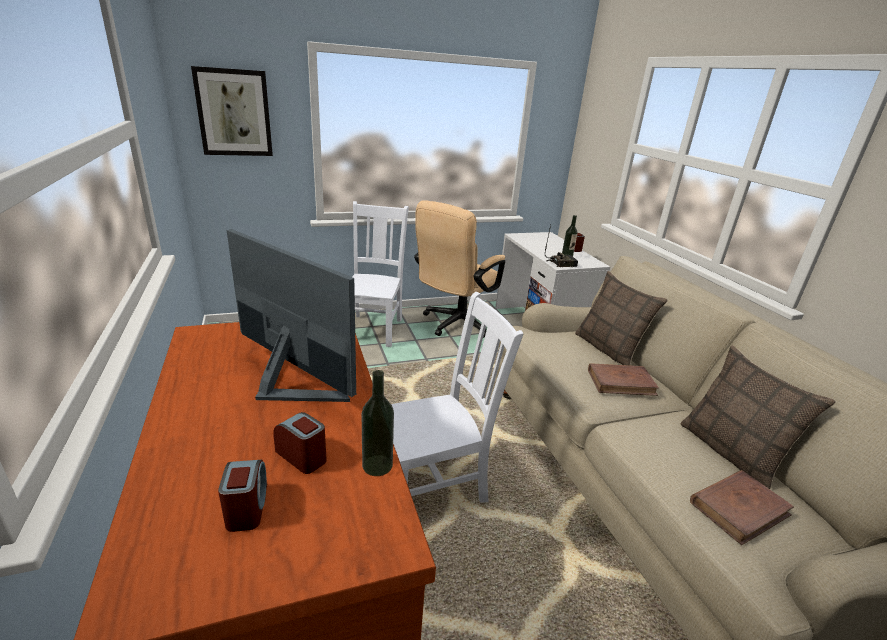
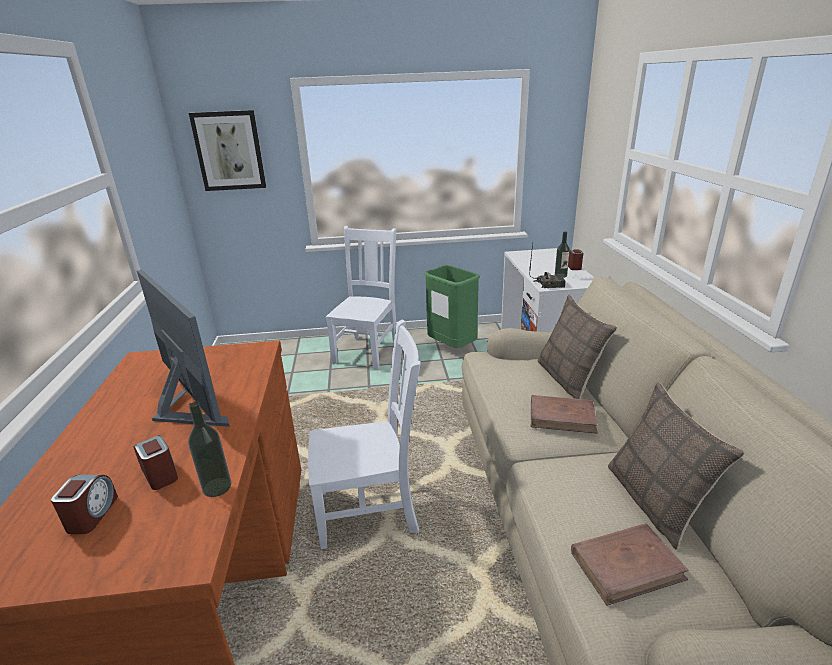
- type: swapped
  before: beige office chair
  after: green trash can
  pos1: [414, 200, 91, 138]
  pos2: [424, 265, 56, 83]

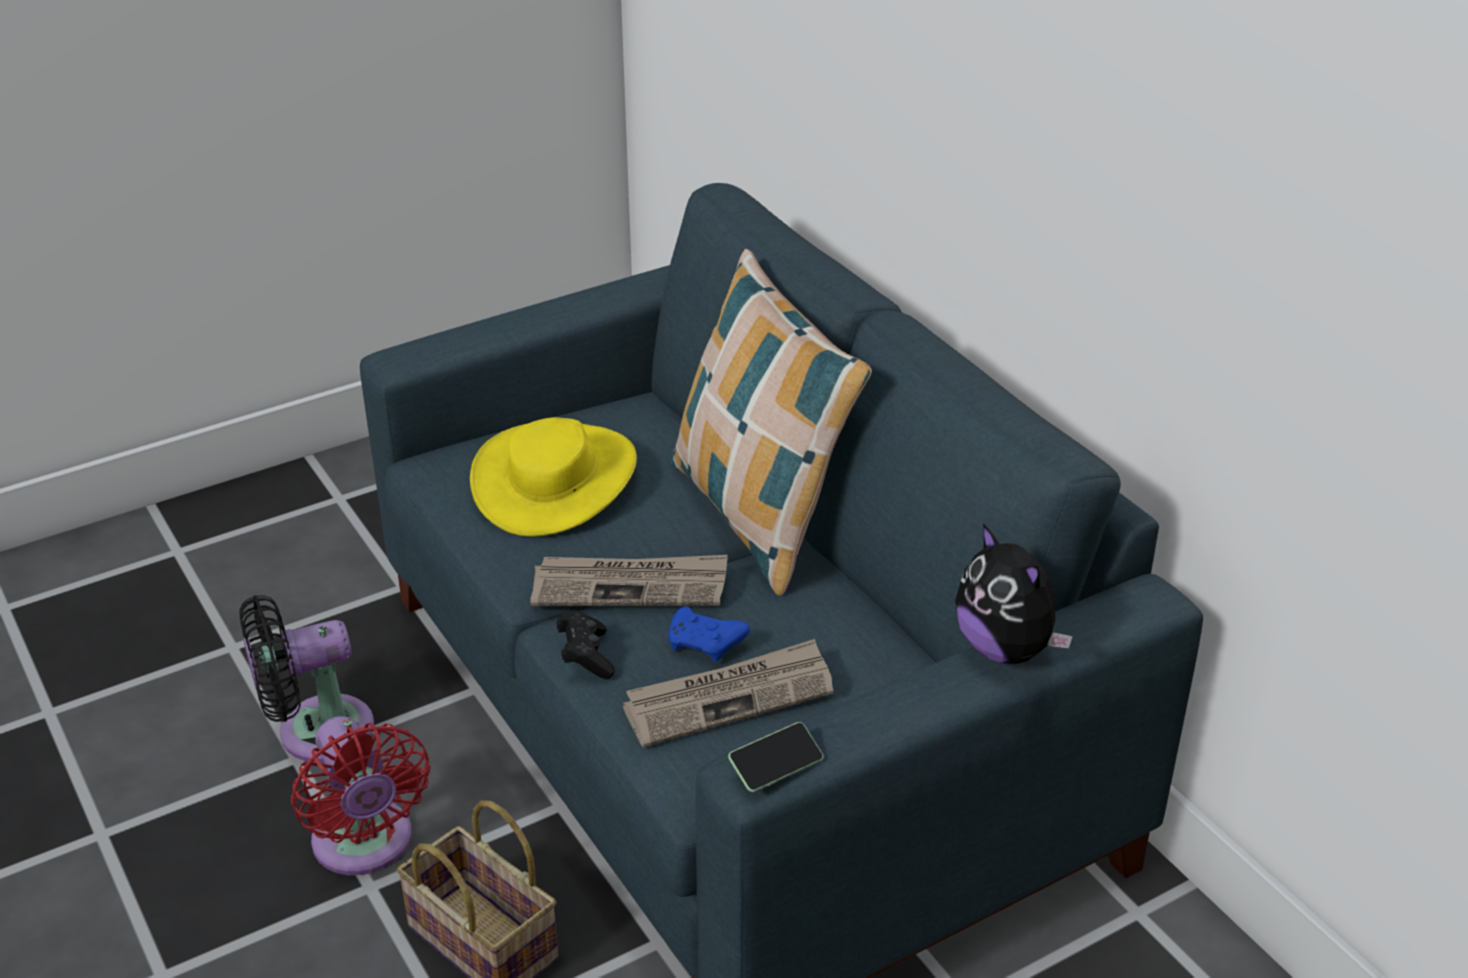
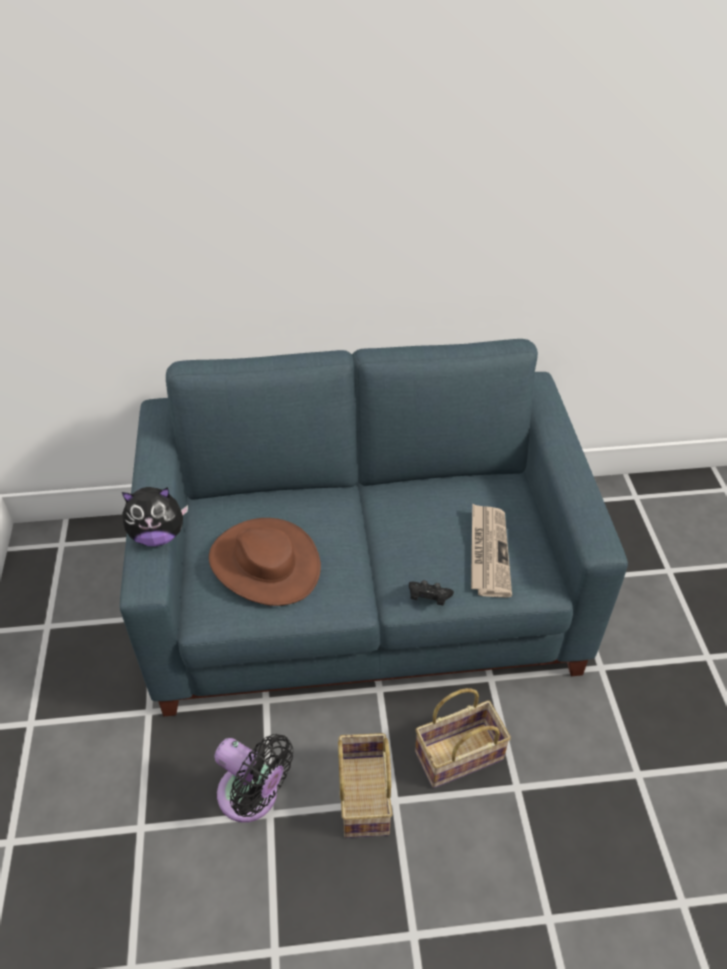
- type: shifted
  before: plush toy
  pos1: [955, 523, 118, 141]
  pos2: [122, 487, 66, 59]
- type: repainted
  before: yellow hat
  after: brown hat
  pos1: [470, 417, 167, 120]
  pos2: [209, 518, 112, 88]
- type: rotated
  before: black fan
  pos1: [239, 595, 135, 167]
  pos2: [214, 734, 79, 88]
  turn: -60
- type: swapped
  before: red fan
  after: basket
  pos1: [291, 716, 139, 159]
  pos2: [338, 733, 54, 105]
- type: gone
  before: newspaper
  pos1: [530, 555, 198, 51]
- type: gone
  before: blue game controller
  pos1: [669, 607, 81, 55]
- type: gone
  before: pillow
  pos1: [670, 249, 202, 347]
- type: gone
  before: phone
  pos1: [728, 722, 96, 70]

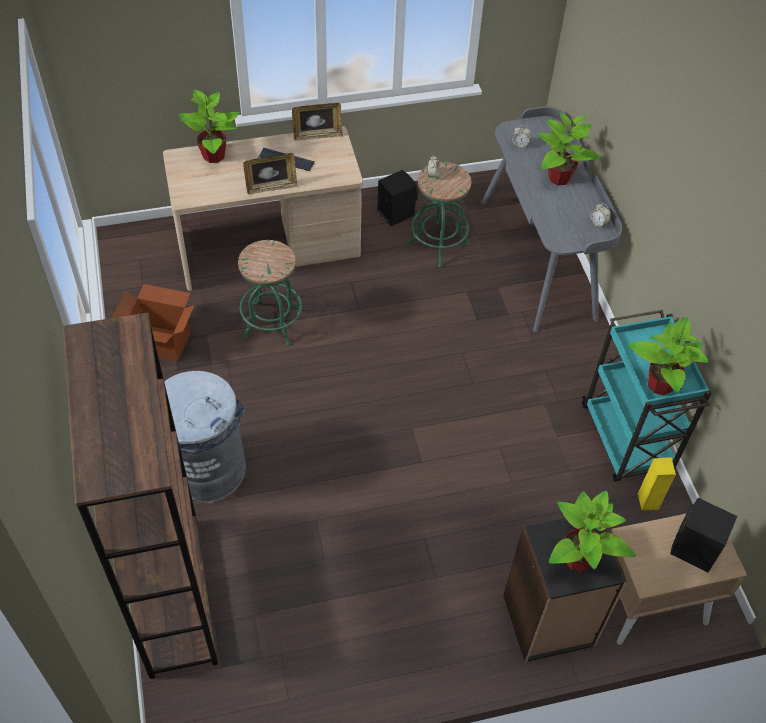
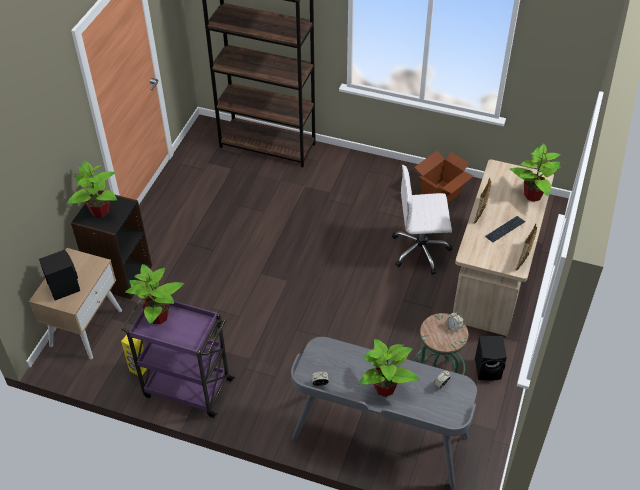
- type: repainted
  before: turquoise cart
  after: purple cart
  pos1: [582, 310, 129, 172]
  pos2: [121, 294, 114, 124]
- type: swapped
  before: green stool
  after: white office chair
  pos1: [238, 240, 64, 106]
  pos2: [392, 165, 61, 110]
- type: gone
  before: grey trash can
  pos1: [164, 371, 82, 132]

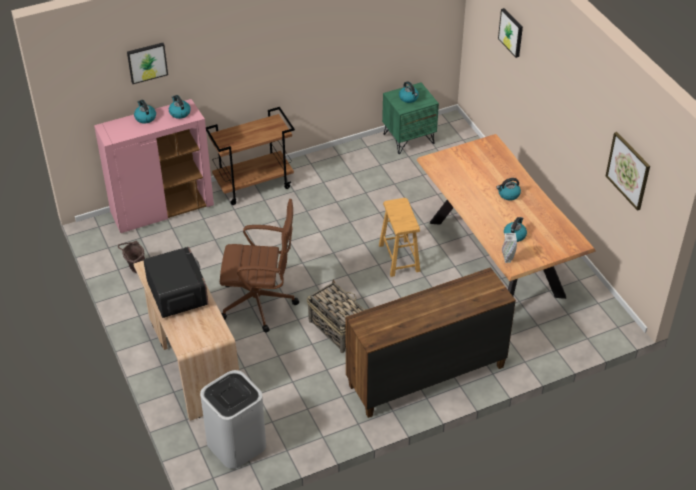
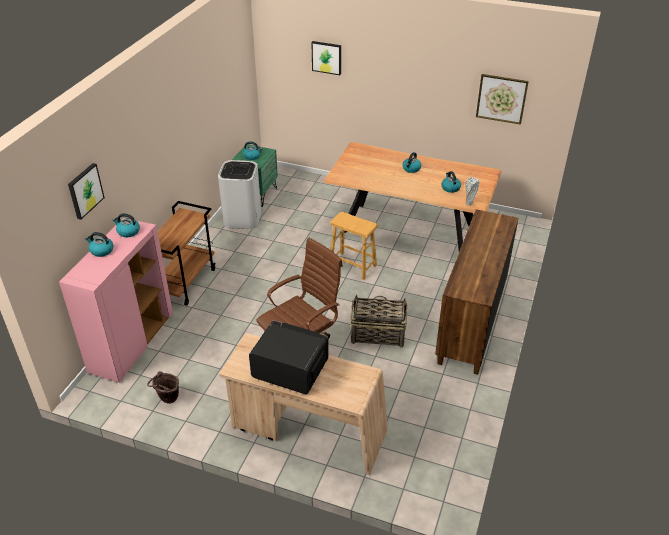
- type: shifted
  before: white trash can
  pos1: [200, 370, 66, 99]
  pos2: [218, 160, 43, 69]

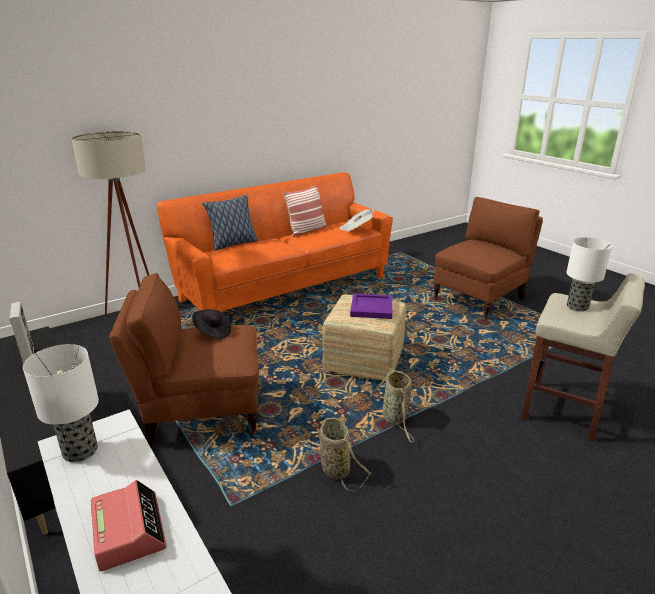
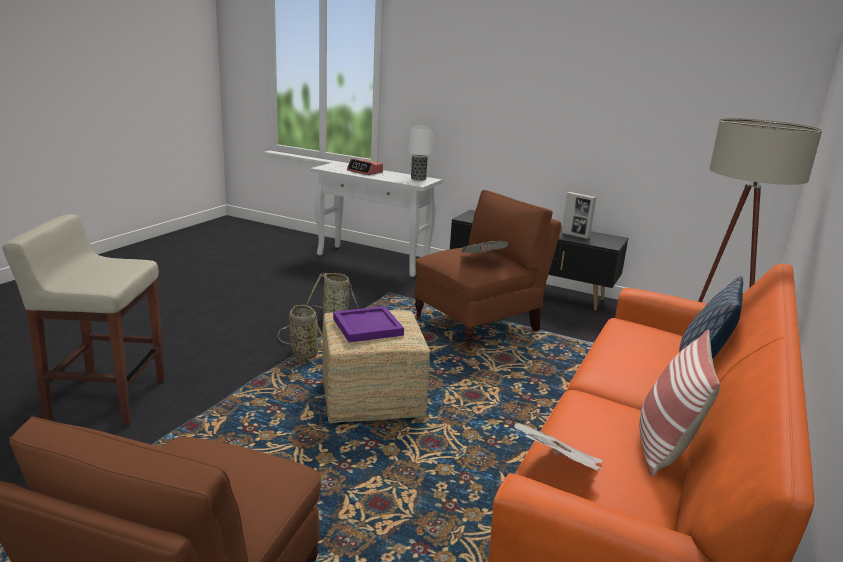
- type: swapped
  before: black hat
  after: newspaper
  pos1: [192, 309, 39, 30]
  pos2: [461, 241, 48, 12]
- type: gone
  before: table lamp
  pos1: [566, 237, 46, 75]

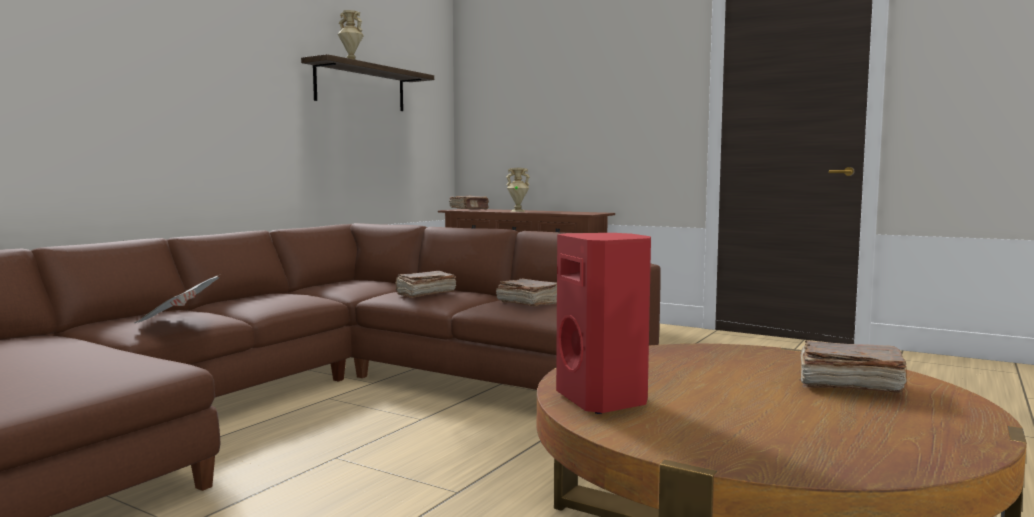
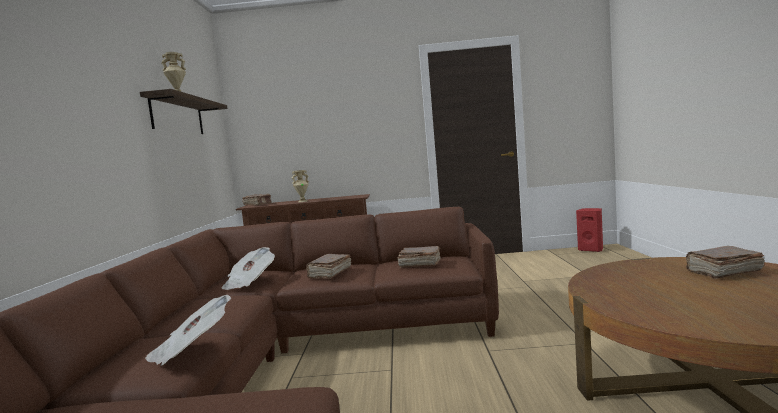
- type: new
  after: newspaper
  pos2: [222, 247, 53, 43]
- type: shifted
  before: red speaker
  pos1: [556, 233, 95, 181]
  pos2: [576, 208, 27, 44]

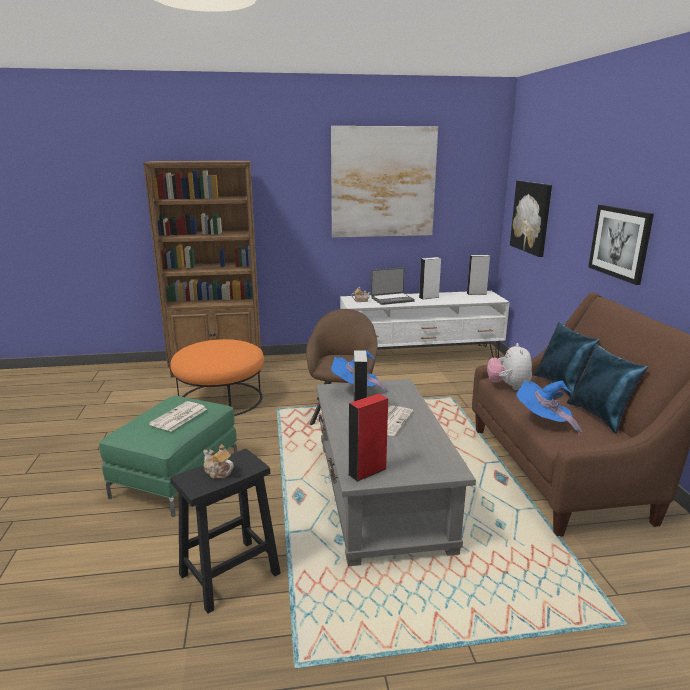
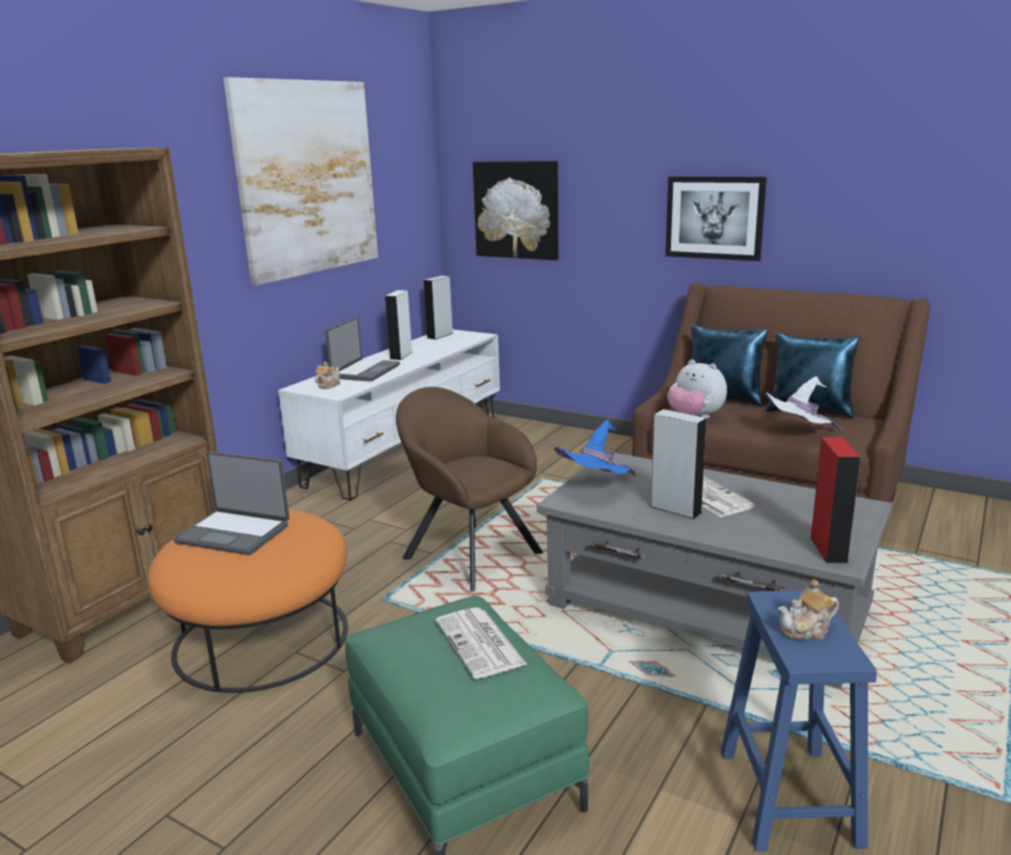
- type: new
  after: laptop
  pos2: [173, 451, 116, 104]
- type: repainted
  before: black stool
  after: blue stool
  pos1: [170, 449, 111, 165]
  pos2: [721, 590, 156, 261]
- type: repainted
  before: blue hat
  after: white hat
  pos1: [516, 381, 66, 54]
  pos2: [765, 376, 77, 56]

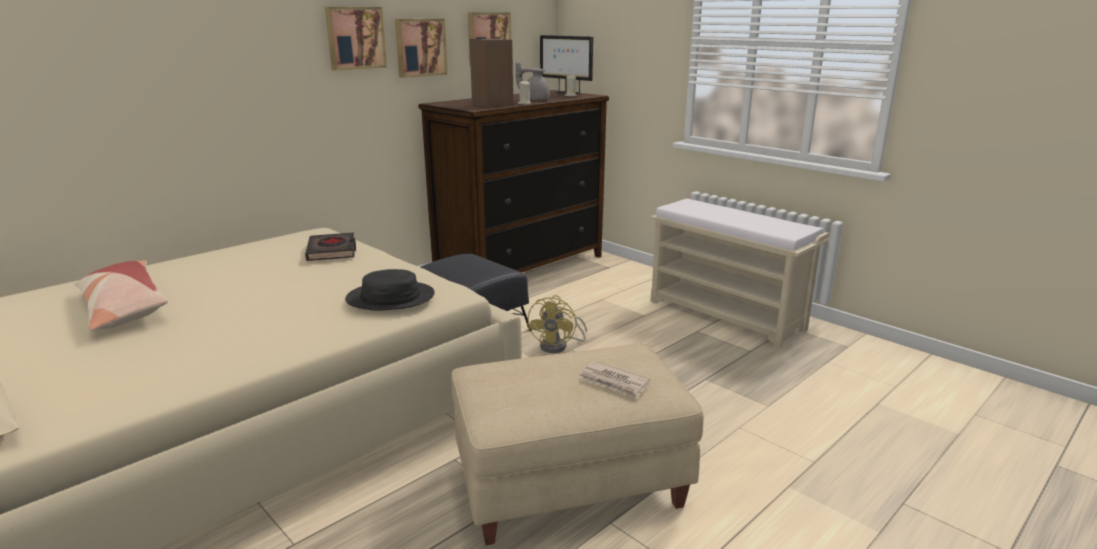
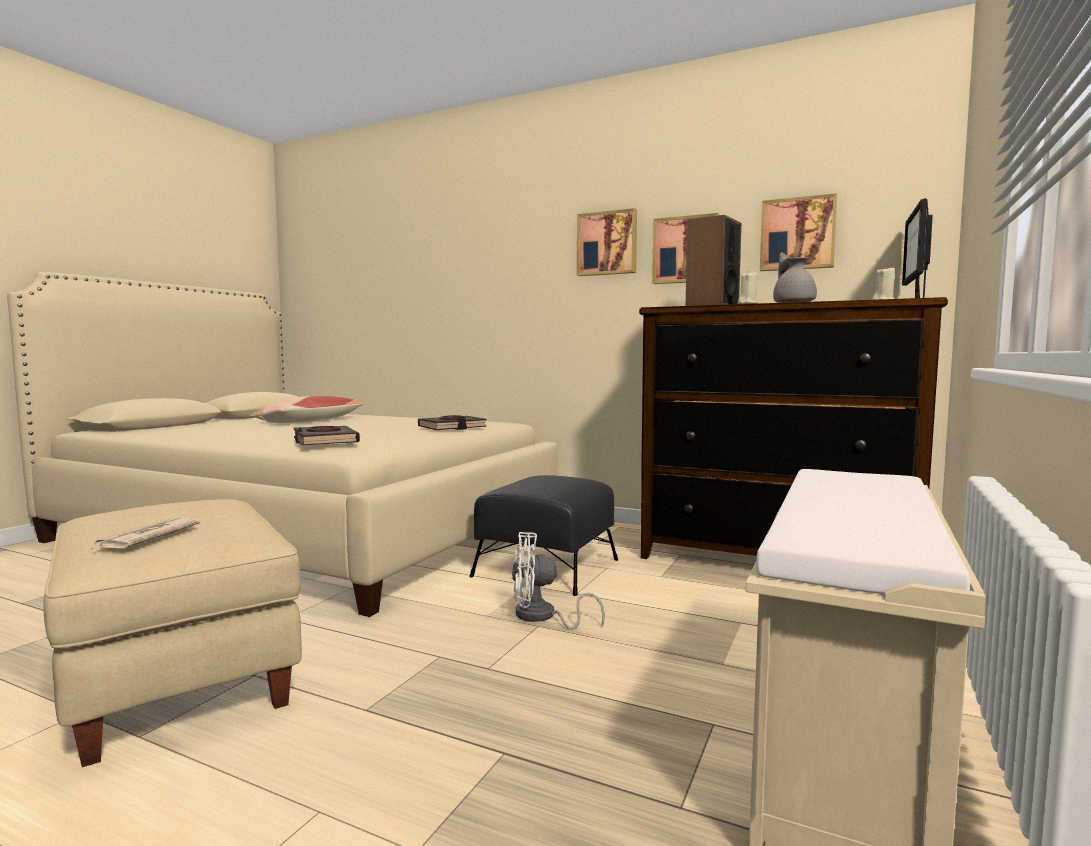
- type: swapped
  before: black hat
  after: black book
  pos1: [345, 269, 90, 42]
  pos2: [294, 426, 66, 19]
- type: repainted
  before: yellow fan
  after: white fan
  pos1: [528, 295, 59, 58]
  pos2: [511, 532, 94, 98]

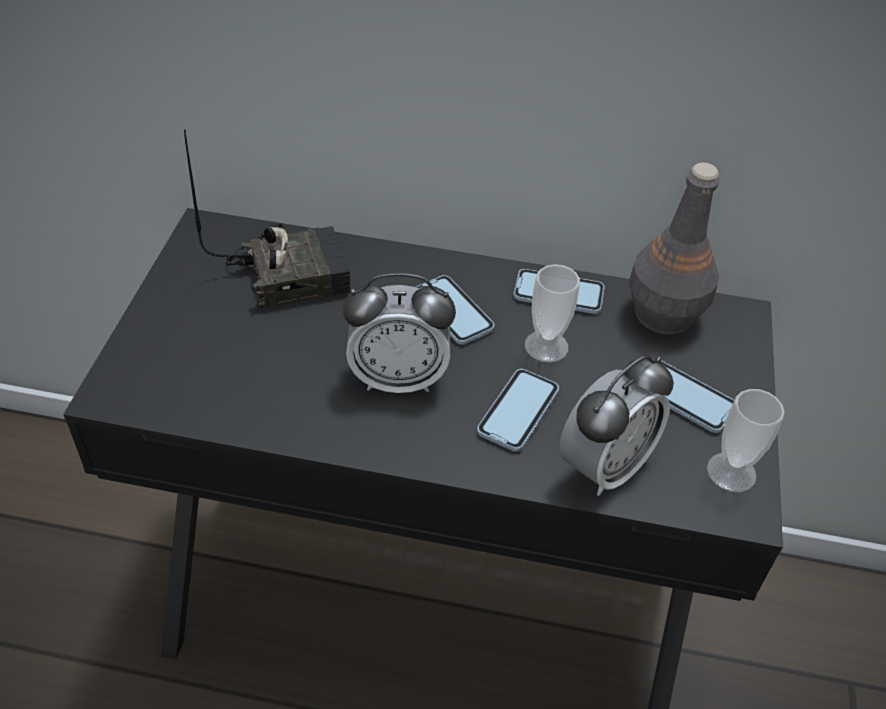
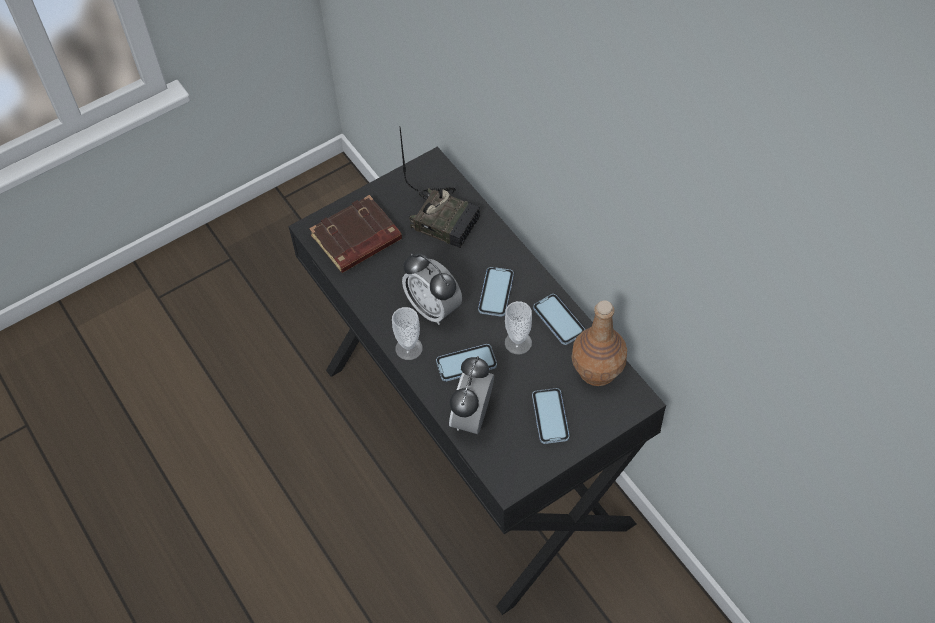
- type: new
  after: brown book
  pos2: [309, 195, 93, 78]
- type: shifted
  before: cup
  pos1: [707, 389, 78, 104]
  pos2: [392, 307, 31, 53]
- type: rotated
  before: alarm clock
  pos1: [559, 355, 115, 141]
  pos2: [449, 356, 45, 78]
  turn: 105
- type: repainted
  before: grey bottle
  after: brown bottle
  pos1: [629, 163, 91, 172]
  pos2: [571, 300, 56, 86]

